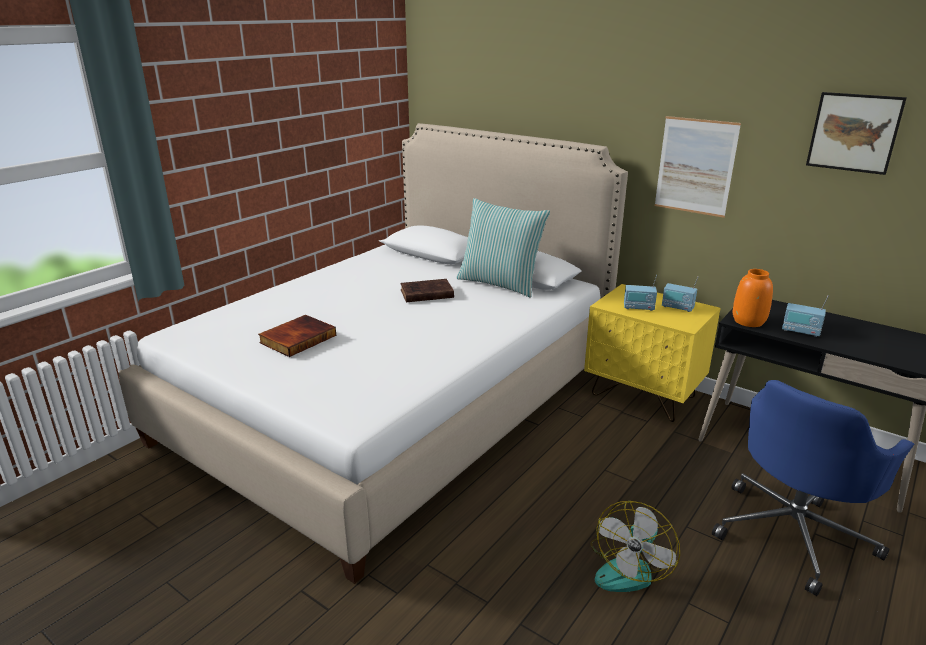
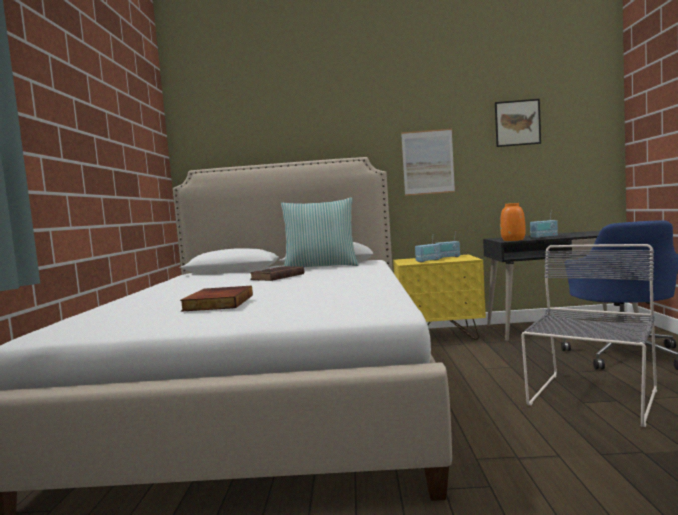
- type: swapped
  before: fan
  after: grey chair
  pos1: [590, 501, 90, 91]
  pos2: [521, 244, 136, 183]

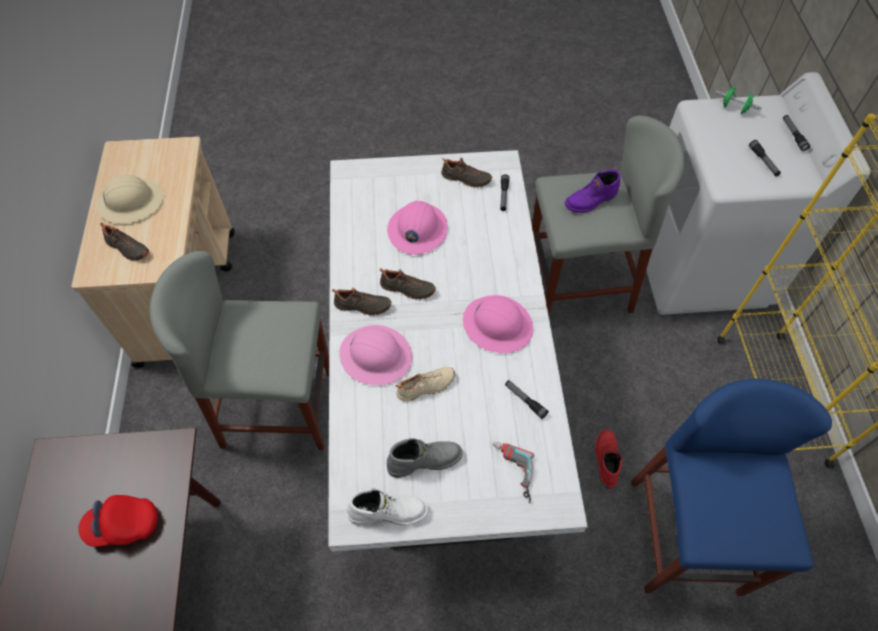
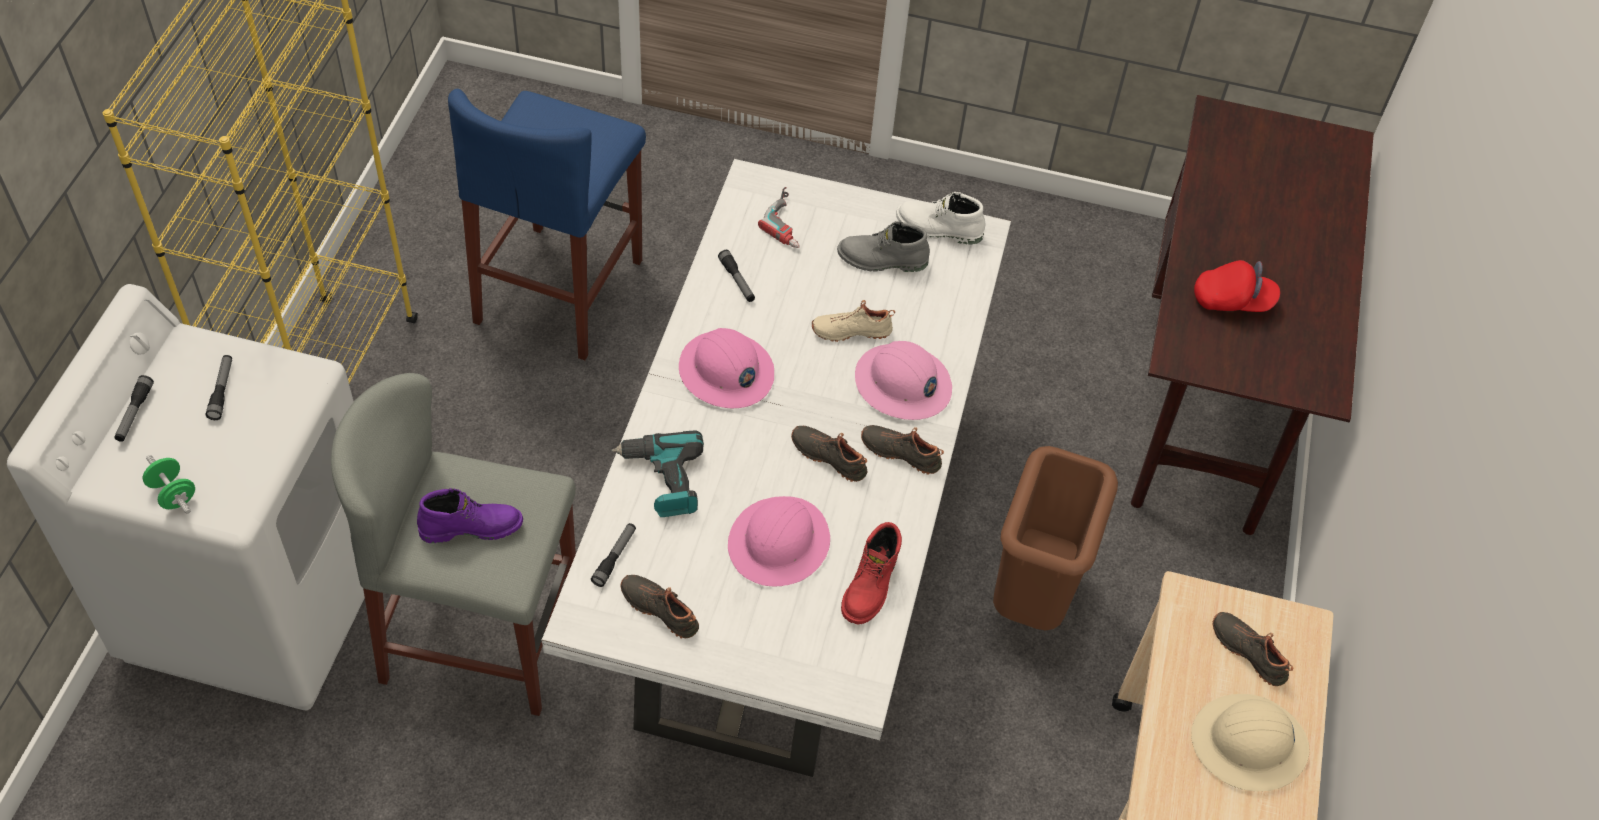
- type: new
  after: power drill
  pos2: [612, 430, 92, 87]
- type: shifted
  before: red boot
  pos1: [595, 430, 27, 59]
  pos2: [841, 522, 61, 102]
- type: swapped
  before: grey stool
  after: brown trash can
  pos1: [150, 251, 179, 199]
  pos2: [993, 446, 125, 184]

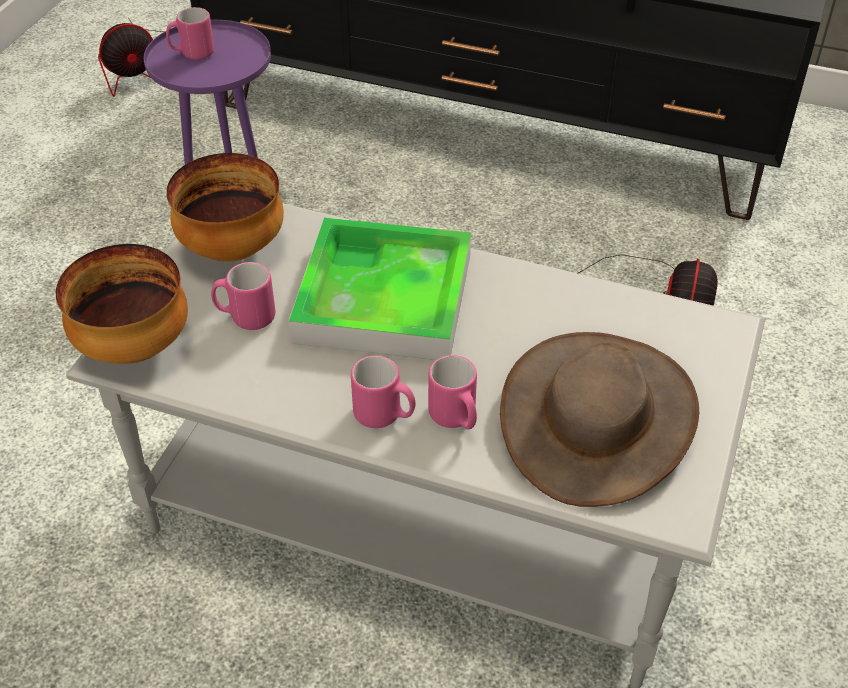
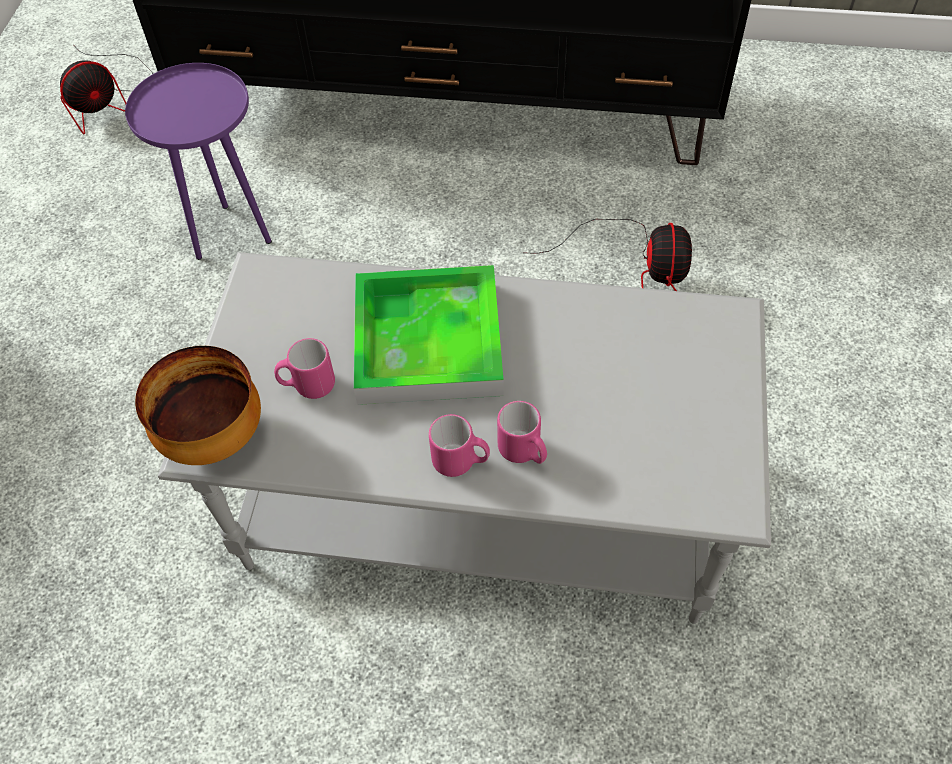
- type: gone
  before: pink mug
  pos1: [166, 7, 49, 53]
- type: gone
  before: bowl
  pos1: [166, 153, 118, 109]
- type: gone
  before: brown hat
  pos1: [500, 332, 199, 175]

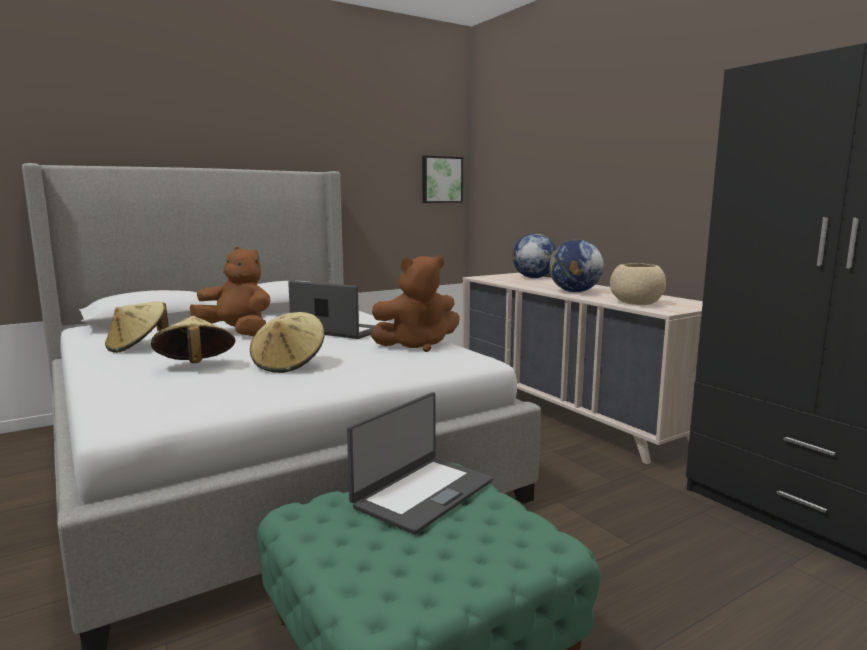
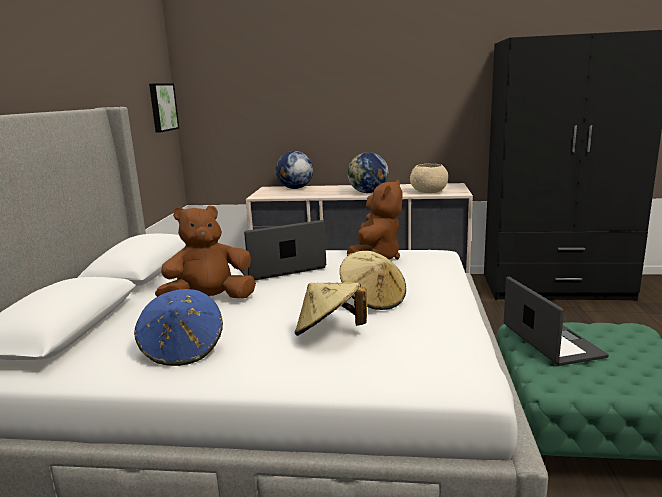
- type: repainted
  before: beige hat
  after: blue hat
  pos1: [105, 301, 64, 52]
  pos2: [134, 289, 89, 77]

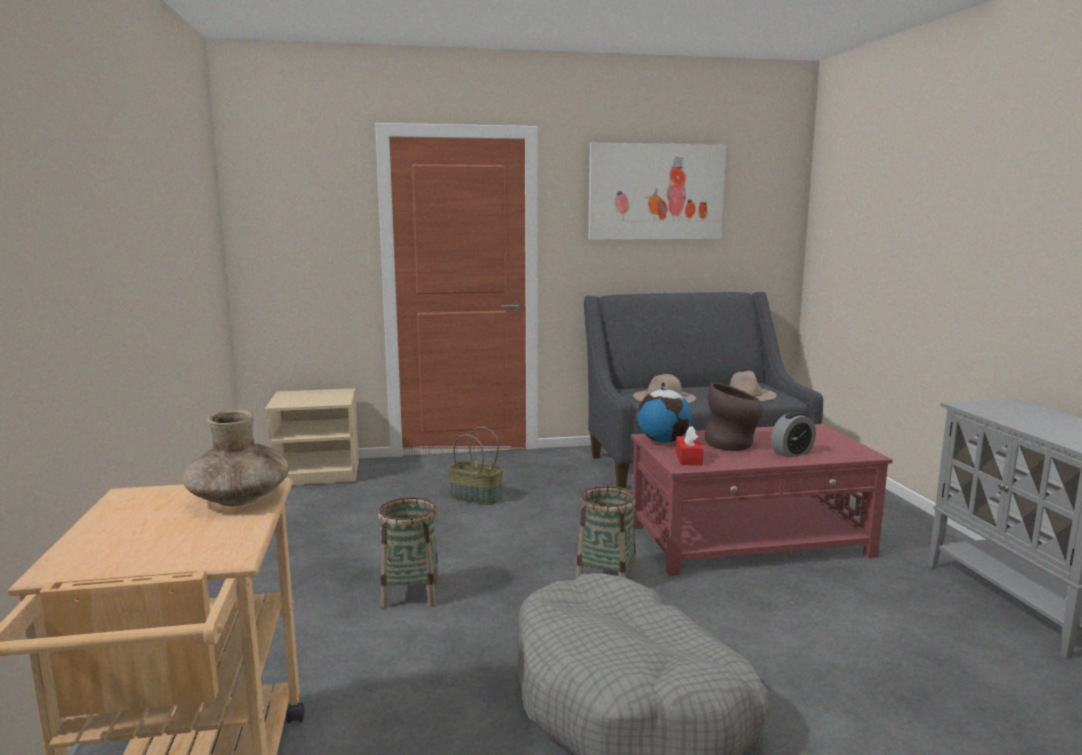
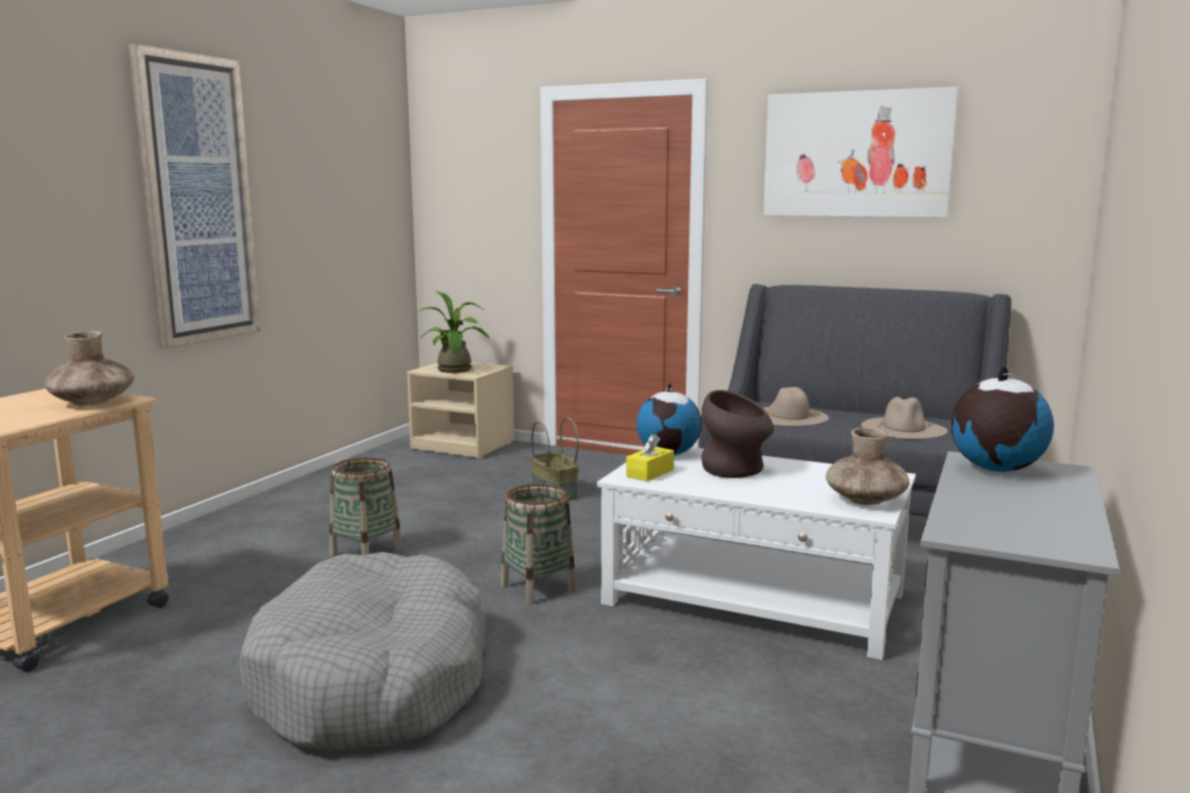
- type: new
  after: picture
  pos2: [128, 44, 133, 305]
- type: new
  after: potted plant
  pos2: [416, 291, 74, 82]
- type: repainted
  before: red coffee table
  after: white coffee table
  pos1: [631, 424, 261, 152]
  pos2: [597, 447, 319, 213]
- type: repainted
  before: red tissue box
  after: yellow tissue box
  pos1: [676, 426, 27, 39]
  pos2: [626, 434, 48, 47]
- type: new
  after: brown vase
  pos2: [826, 427, 84, 78]
- type: new
  after: globe
  pos2: [951, 366, 103, 106]
- type: gone
  before: alarm clock
  pos1: [771, 412, 45, 46]

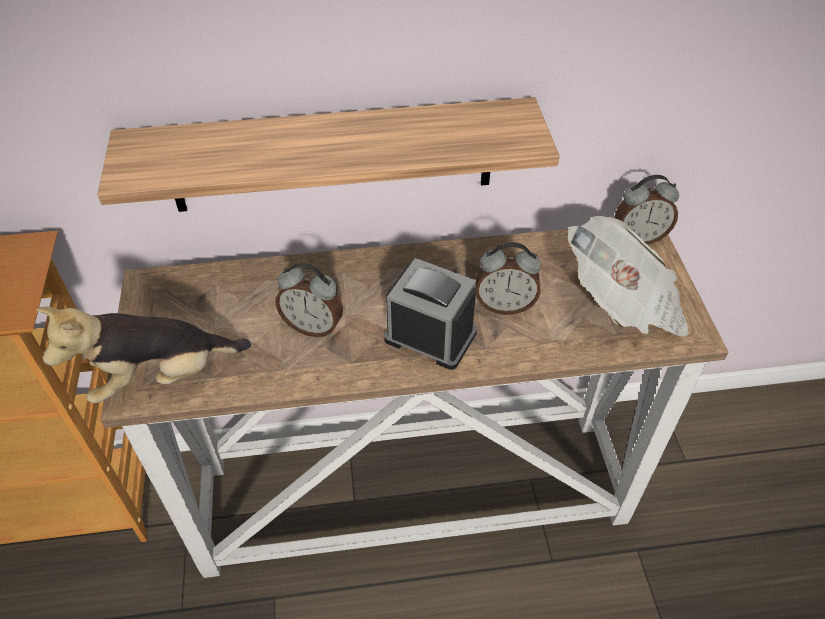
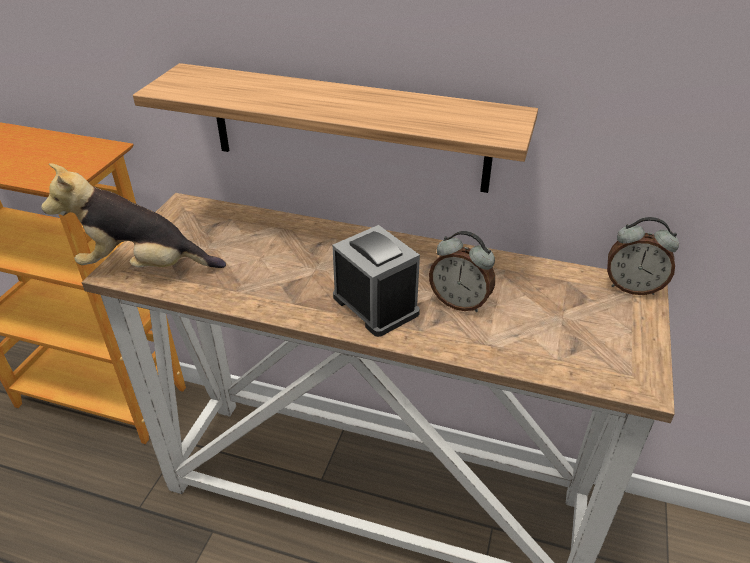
- type: gone
  before: alarm clock
  pos1: [275, 263, 68, 74]
- type: gone
  before: newspaper
  pos1: [568, 216, 121, 121]

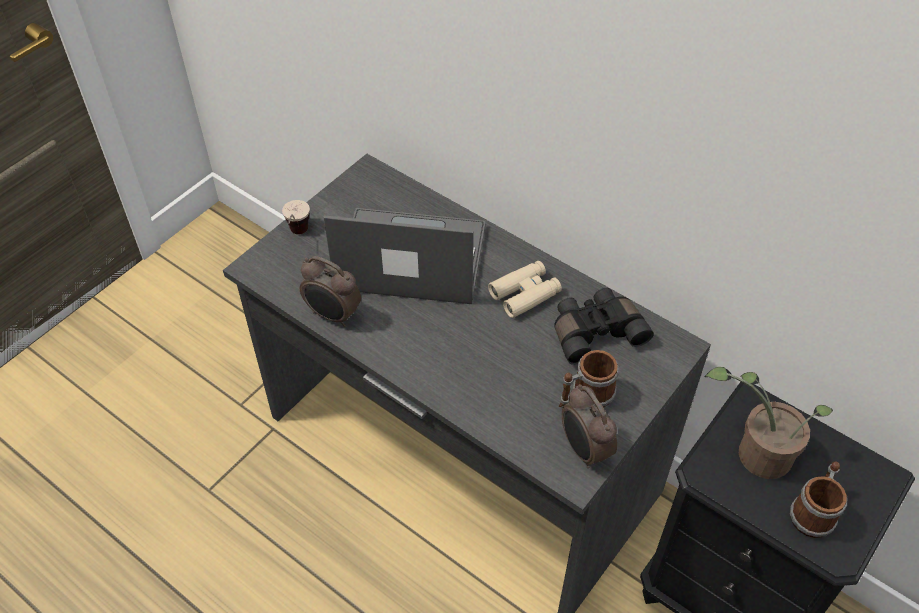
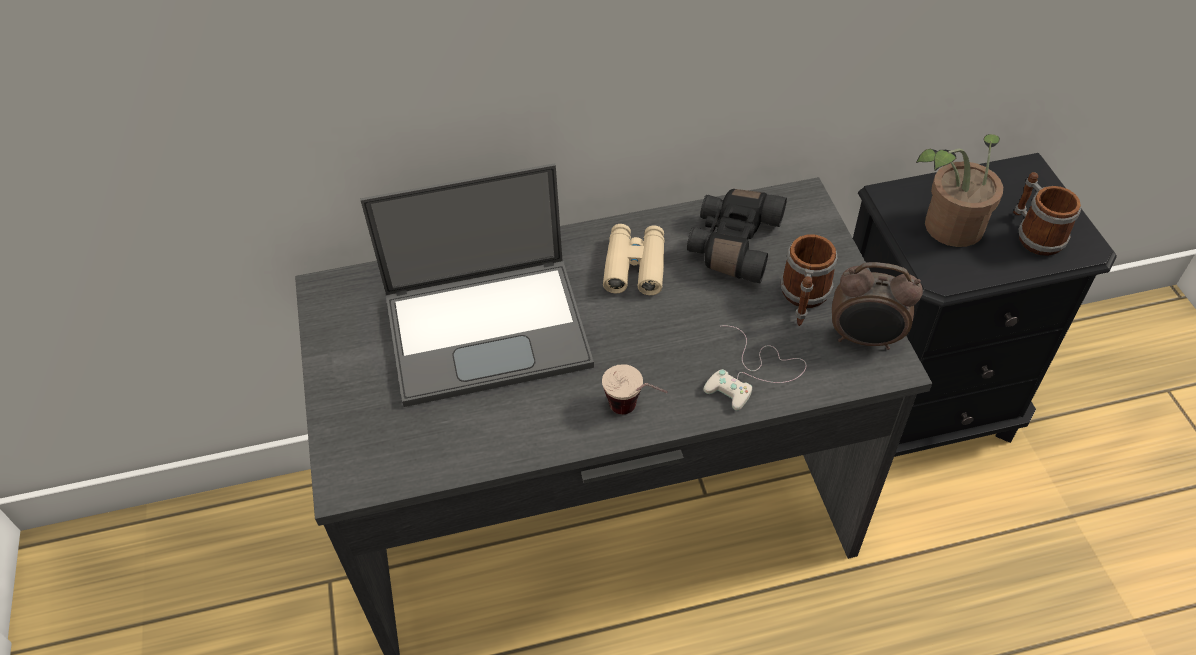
- type: rotated
  before: laptop
  pos1: [323, 208, 163, 96]
  pos2: [360, 163, 234, 244]
  turn: -150
- type: shifted
  before: cup
  pos1: [282, 200, 28, 34]
  pos2: [602, 364, 66, 50]
- type: new
  after: white game controller
  pos2: [703, 326, 103, 85]
- type: gone
  before: alarm clock
  pos1: [300, 256, 61, 71]

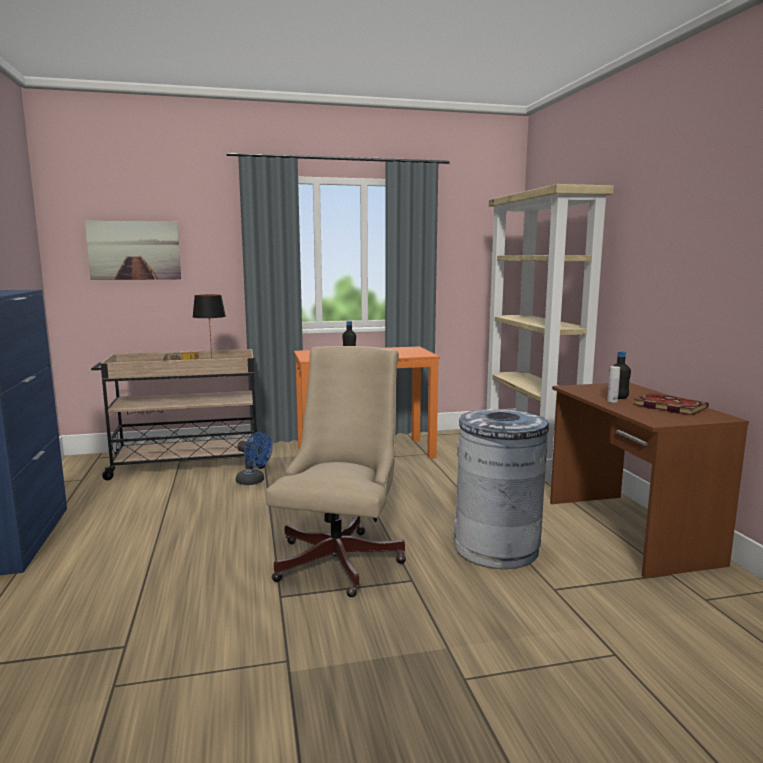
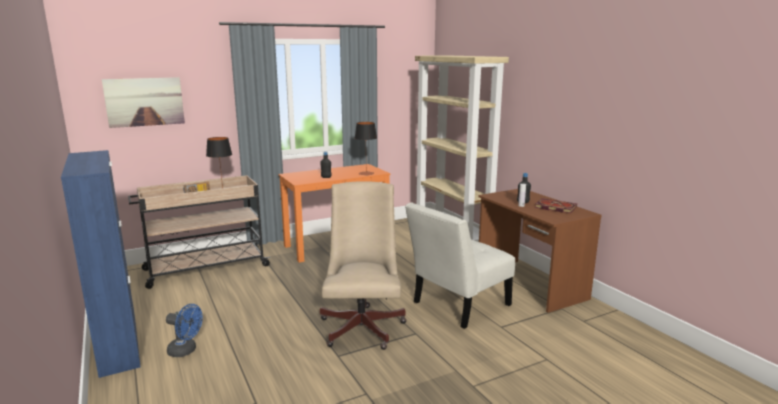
- type: shifted
  before: blue fan
  pos1: [236, 432, 37, 53]
  pos2: [166, 304, 37, 53]
- type: new
  after: table lamp
  pos2: [355, 122, 22, 53]
- type: swapped
  before: grey trash can
  after: white chair
  pos1: [454, 408, 95, 161]
  pos2: [405, 202, 110, 127]

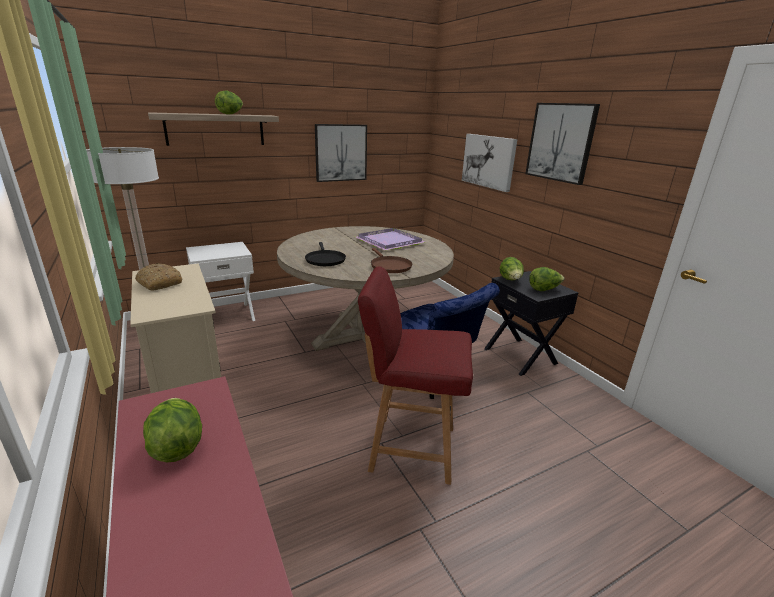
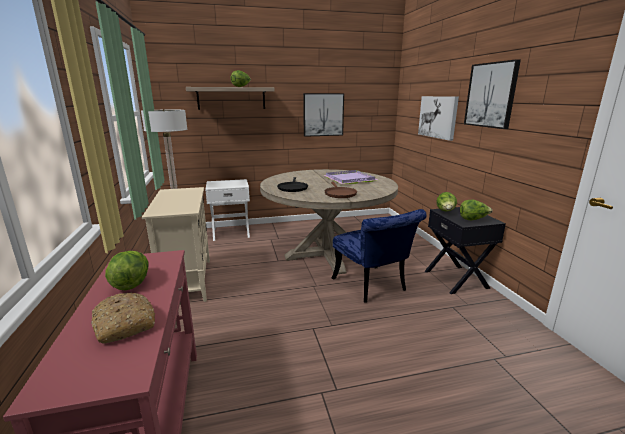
- type: shifted
  before: bread
  pos1: [135, 263, 47, 27]
  pos2: [91, 292, 64, 51]
- type: gone
  before: red chair
  pos1: [358, 266, 115, 219]

